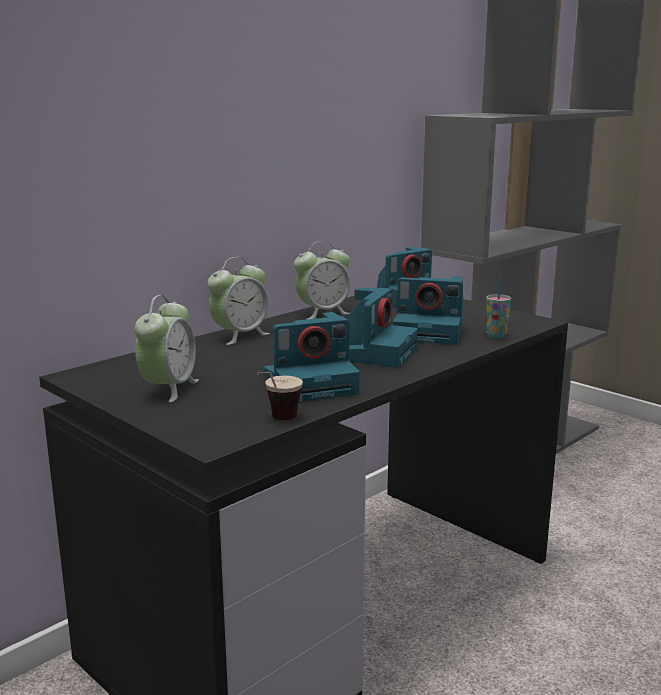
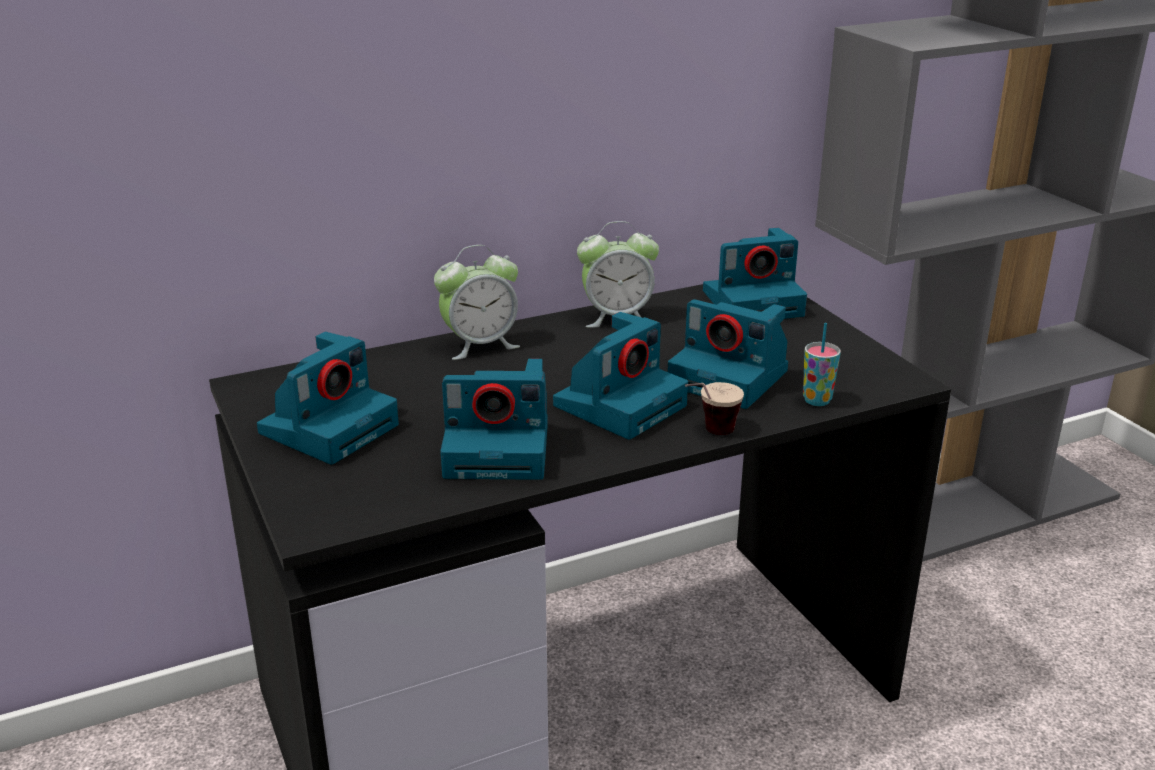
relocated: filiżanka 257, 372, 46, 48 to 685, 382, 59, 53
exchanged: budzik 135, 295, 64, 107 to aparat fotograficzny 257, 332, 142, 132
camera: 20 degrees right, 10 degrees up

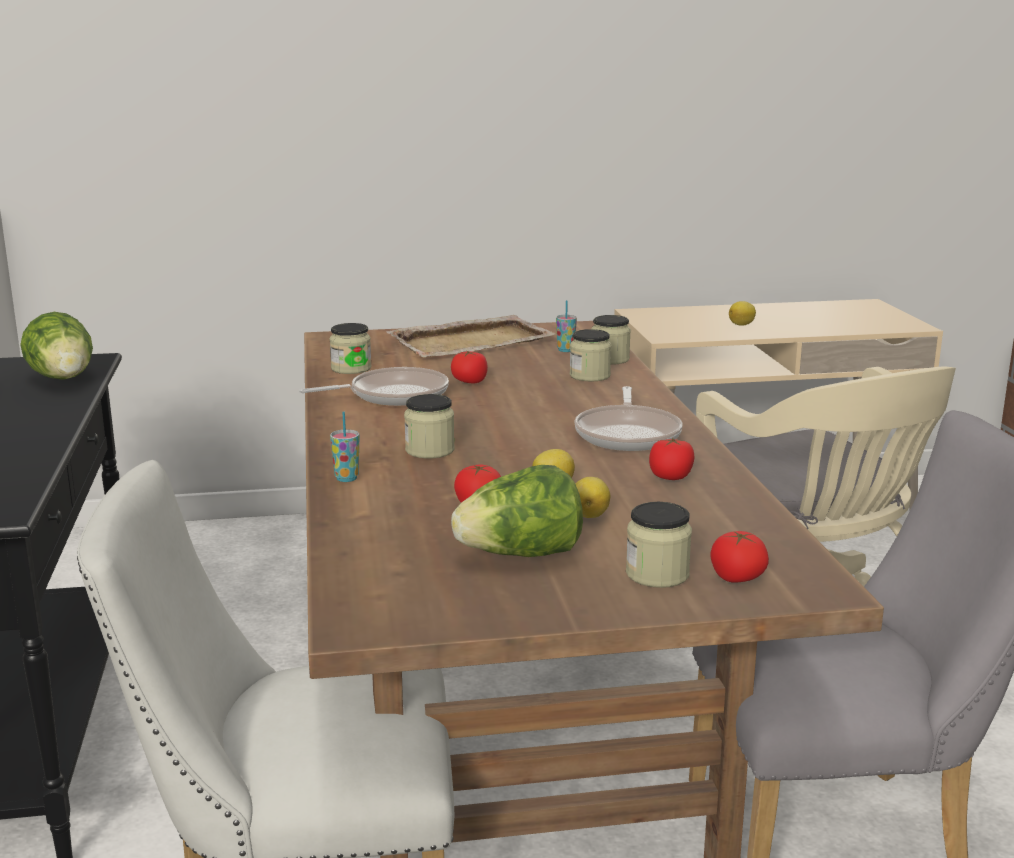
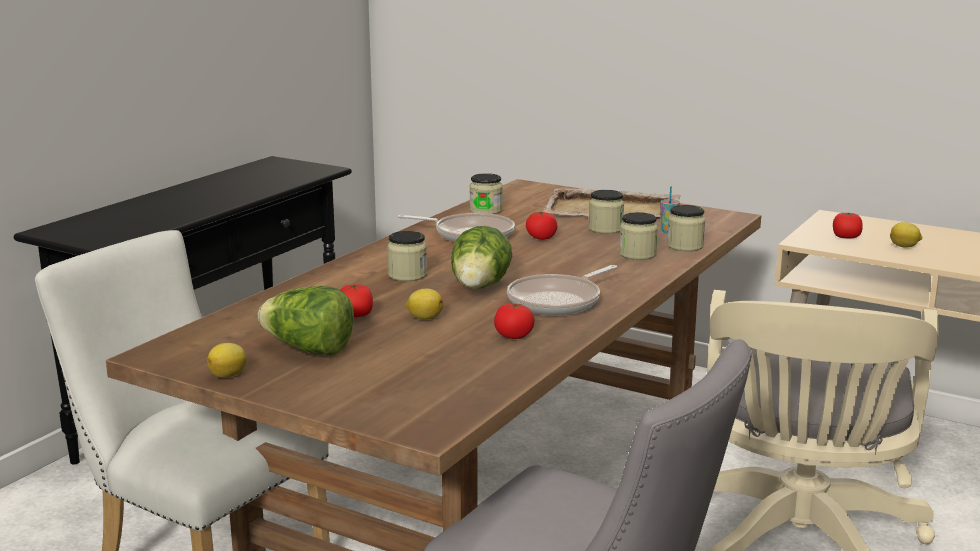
missing: filiżanka 330, 412, 29, 70
relocated: sałata 20, 312, 73, 68 to 451, 226, 61, 63; cytryna 576, 477, 34, 41 to 207, 343, 40, 35; słoik 626, 502, 66, 86 to 588, 190, 36, 44; pomidor 711, 531, 58, 52 to 833, 213, 30, 26
camera: 40 degrees right, 0 degrees up

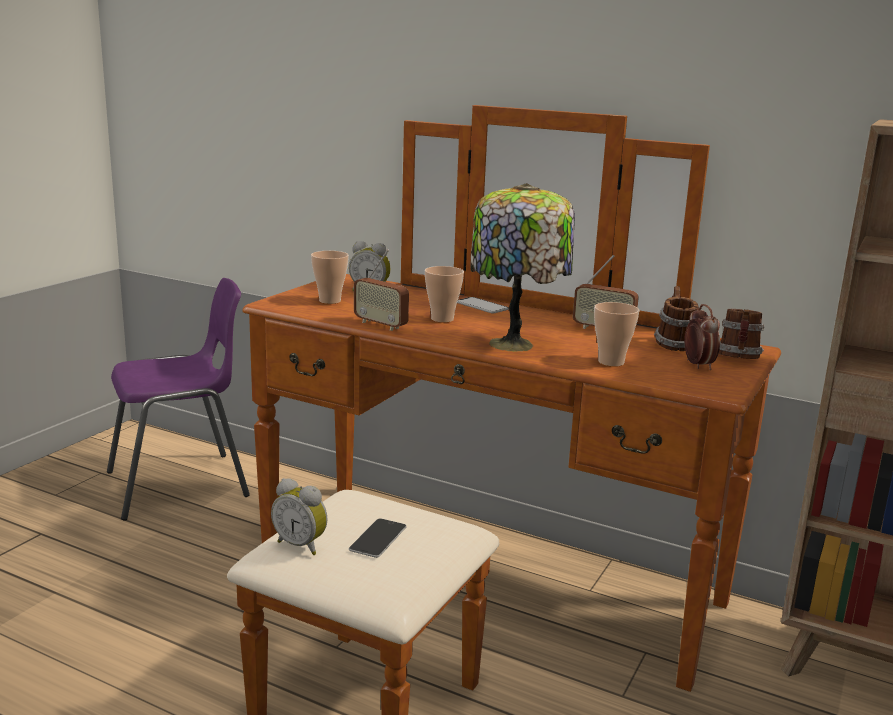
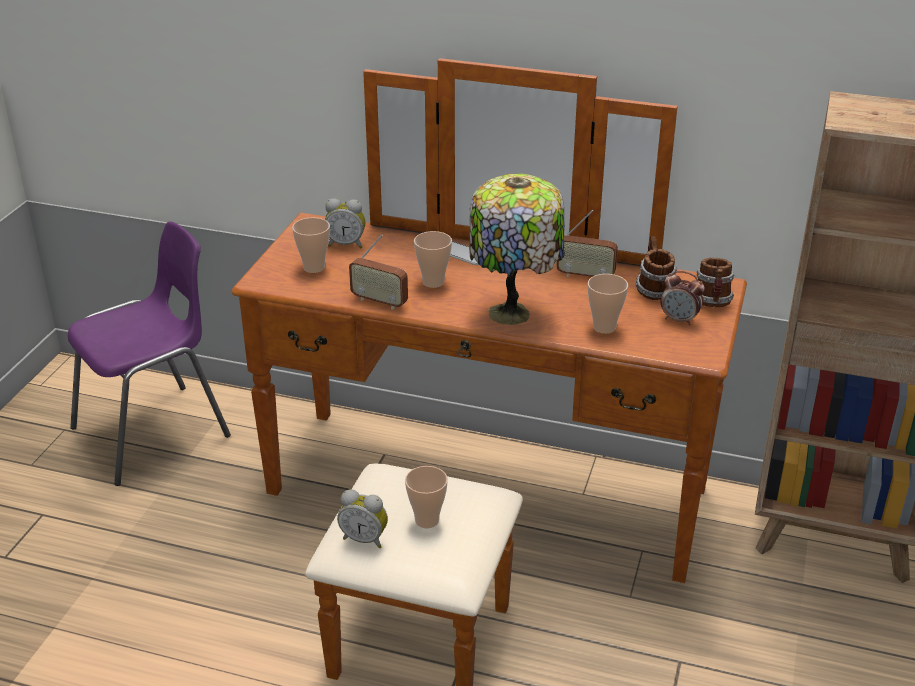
exchanged: telefon 349, 518, 58, 40 to filiżanka 405, 466, 43, 62
spun: budzik 685, 304, 35, 66 = 661, 271, 44, 55 135 degrees clockwise
camera: 10 degrees left, 15 degrees up

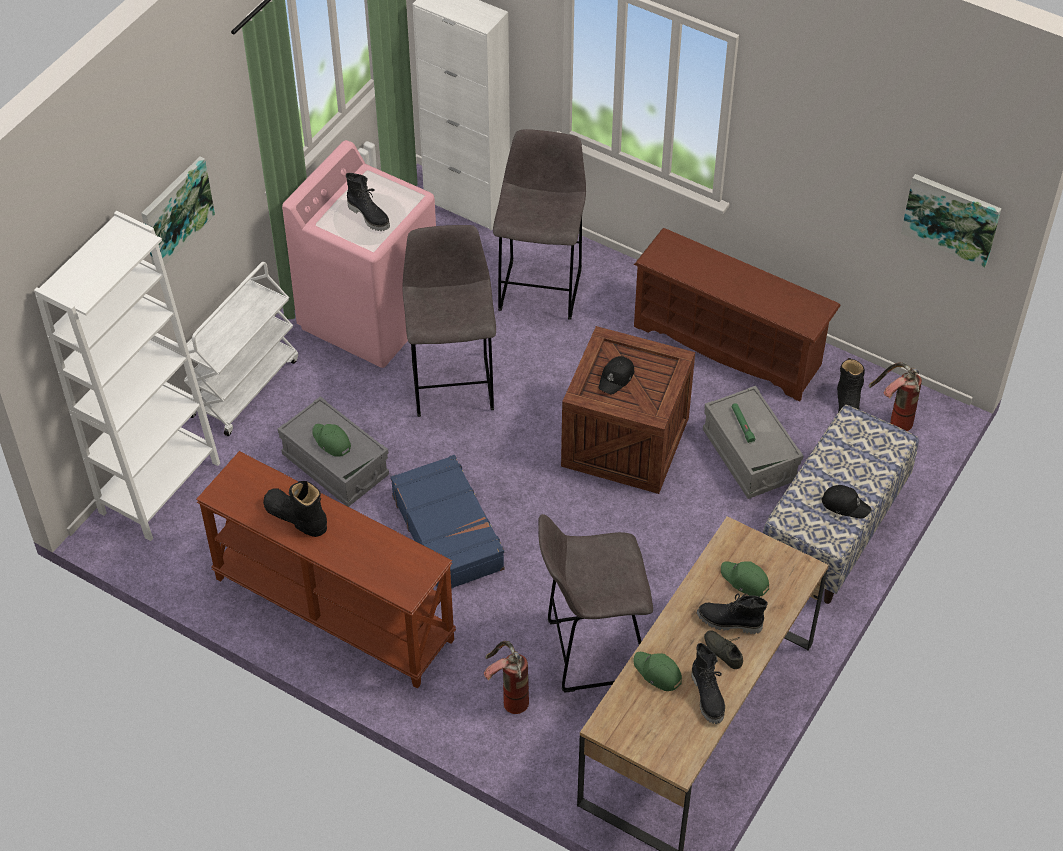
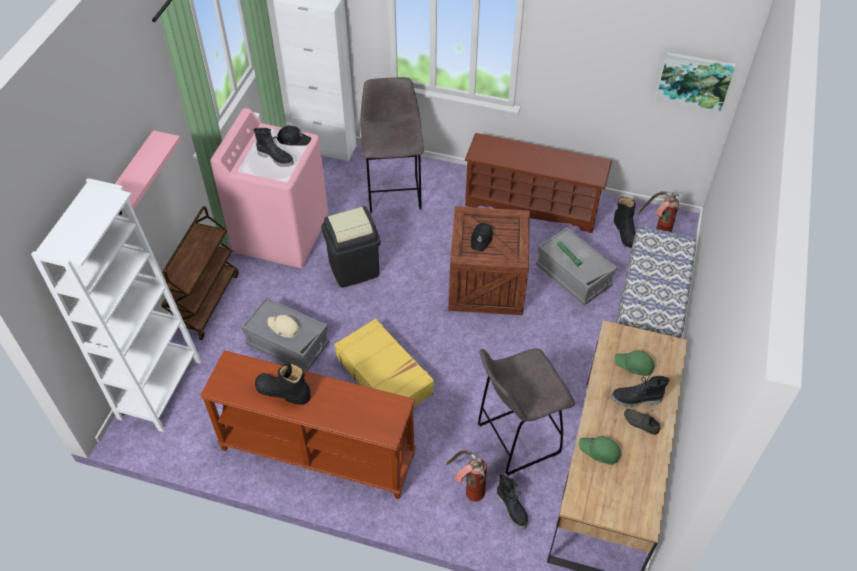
relocated: but z cholewką/czarny 691, 643, 34, 81 to 497, 474, 31, 55; czapka z daszkiem/czarny 821, 485, 51, 34 to 277, 126, 34, 20
exchanged: obraz 141, 157, 74, 109 to półka/różowy 115, 130, 66, 85; stołek/szary 402, 225, 94, 192 to kosz na śmieci/czarny 321, 206, 60, 82
colour: wózek/biały 184, 262, 114, 174 to wózek/brązowy 161, 206, 78, 134; czapka z daszkiem/zielony 312, 424, 39, 33 to czapka z daszkiem/beżowy 267, 315, 33, 23; walizka/niebieski 390, 455, 115, 133 to walizka/żółty 334, 318, 100, 89
camera: 15 degrees left, 0 degrees up

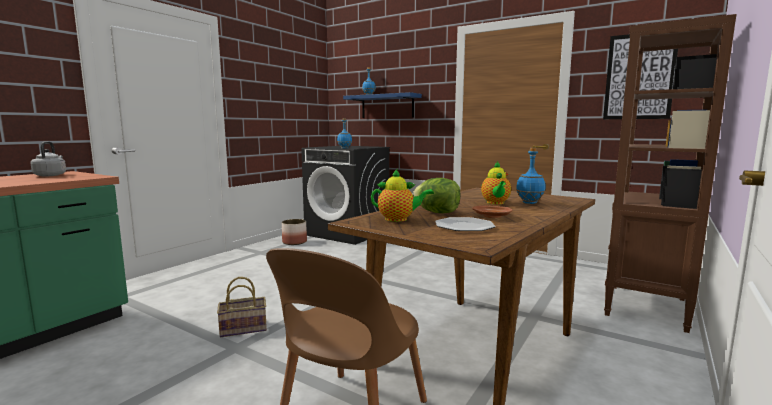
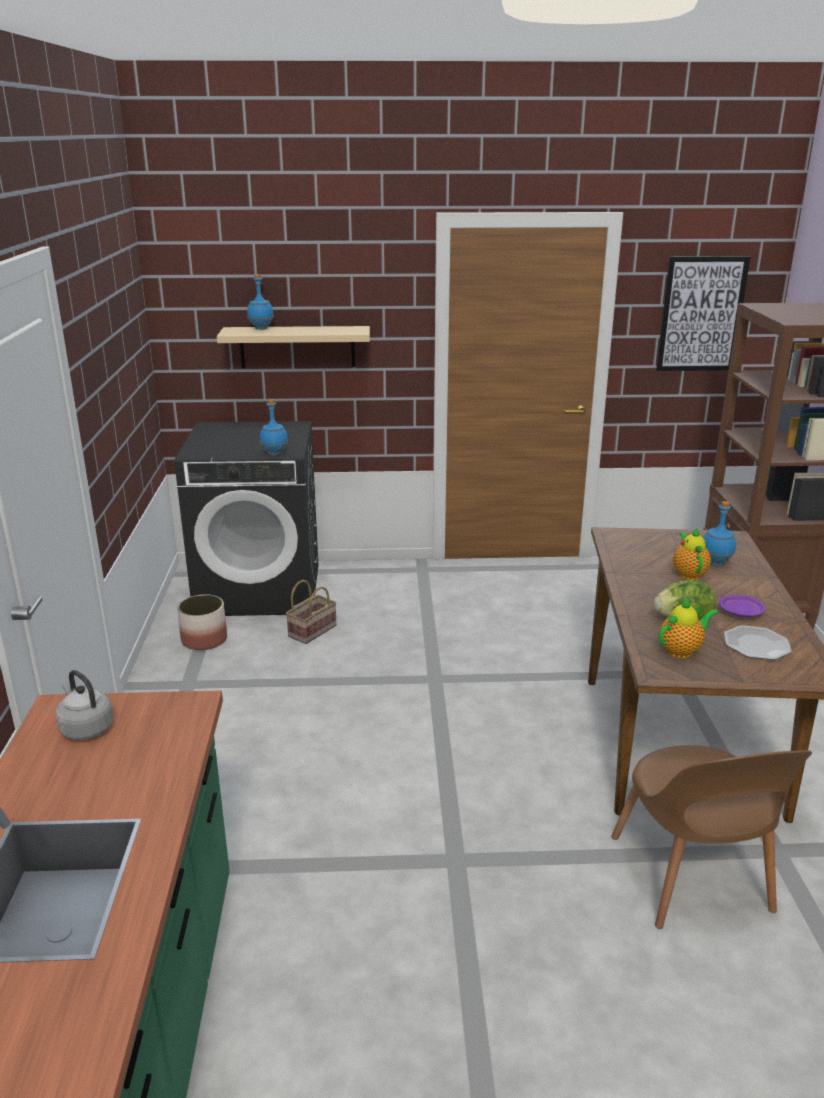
relocated: koszyk 217, 277, 50, 60 to 286, 580, 51, 64
colour: półka/niebieski 343, 92, 79, 26 to półka/beżowy 217, 326, 153, 42; talerz/brązowy 472, 205, 41, 13 to talerz/fioletowy 719, 595, 47, 22
spun: imbryk 481, 161, 30, 43 = 673, 527, 38, 53 150 degrees counterclockwise
camera: 35 degrees left, 15 degrees up

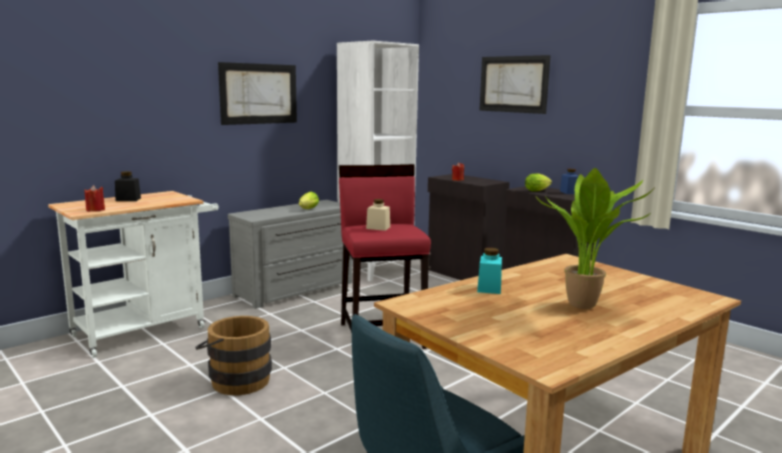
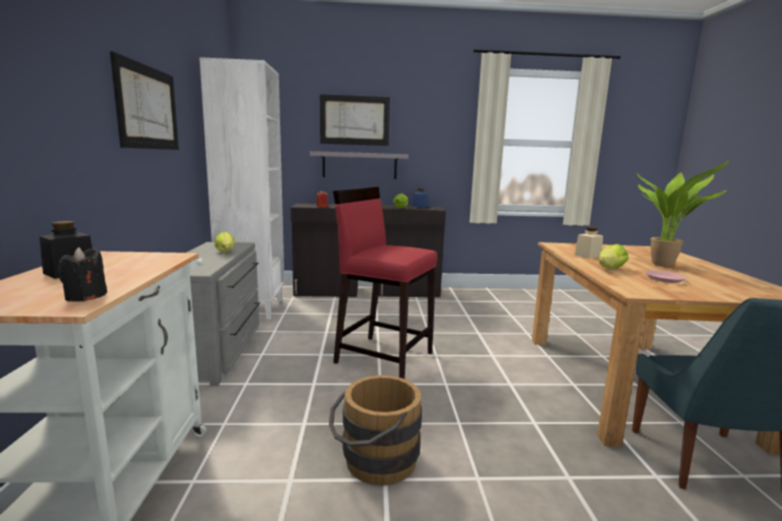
appeared: półka/szary 310, 151, 99, 28; talerz/różowy 645, 270, 42, 13
relocated: słoik/beżowy 366, 199, 24, 32 to 575, 227, 28, 32
exchanged: słoik/turkusowy 477, 248, 25, 46 to sałata 598, 244, 30, 25
colour: świeca/czerwony 84, 185, 21, 27 to świeca/czarny 57, 247, 50, 55
camera: 50 degrees left, 0 degrees up

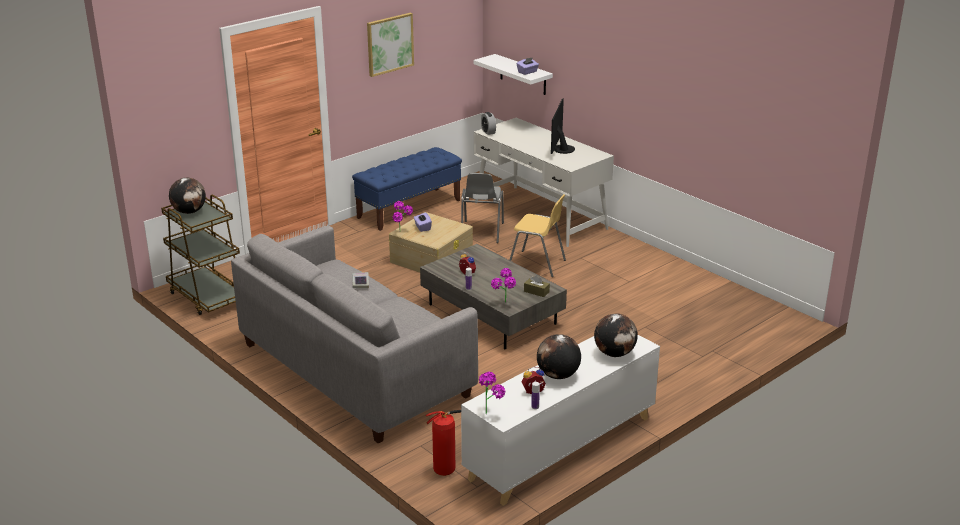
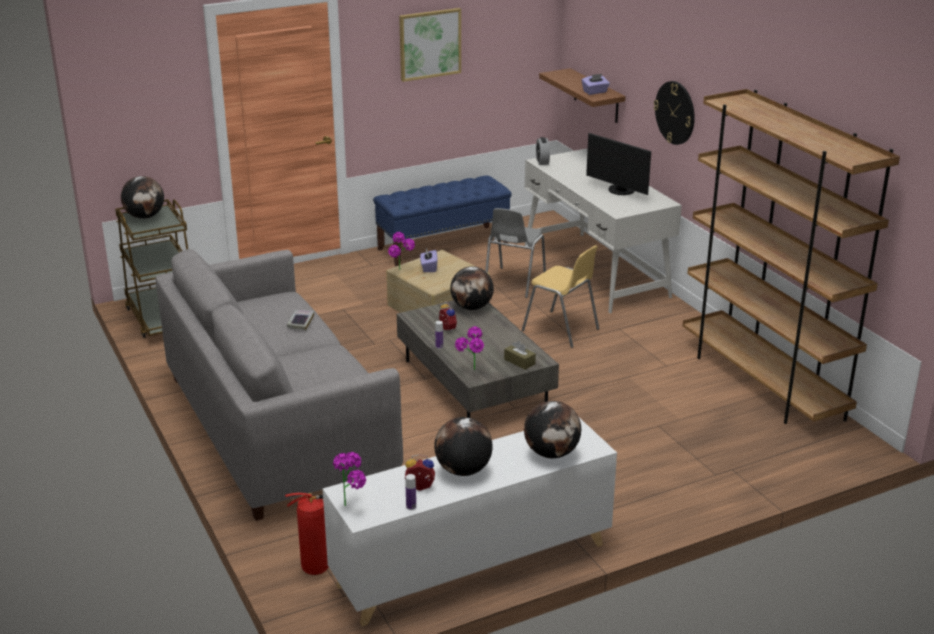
appeared: globus 450, 266, 44, 44; zegar ścienny 653, 81, 42, 64; regał/brązowy 683, 89, 217, 335
colour: półka/biały 473, 54, 80, 41 to półka/brązowy 539, 68, 87, 55
spun: monitor 551, 98, 24, 56 = 586, 133, 65, 62 75 degrees counterclockwise
camera: 15 degrees right, 0 degrees up

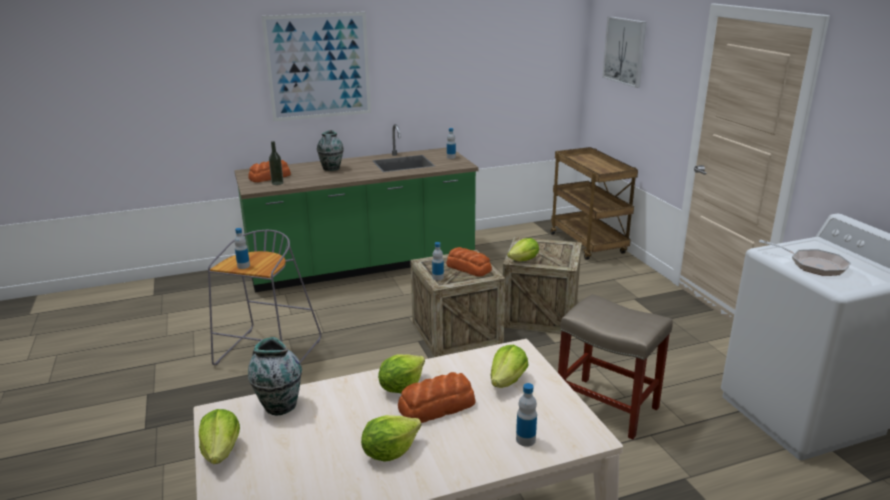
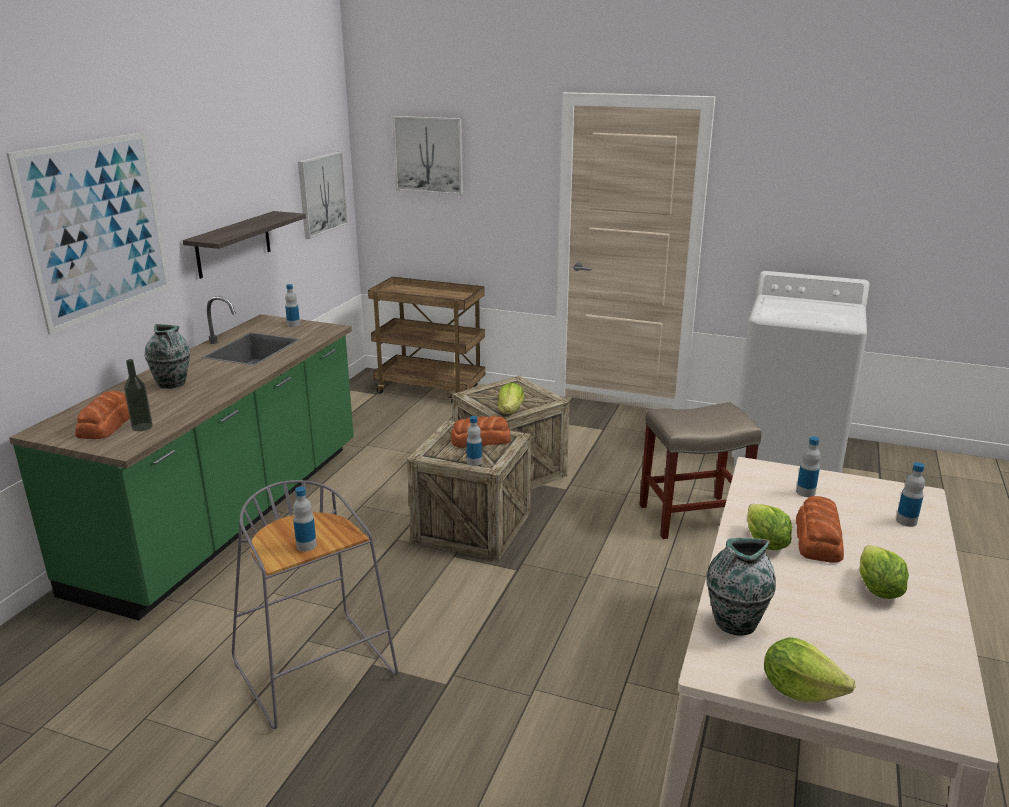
missing: patelnia 759, 240, 92, 36
appeared: półka 183, 211, 123, 68; obraz 298, 152, 50, 87
exchanged: sałata 491, 345, 38, 43 to butelka 796, 436, 25, 61
camera: 50 degrees left, 0 degrees up

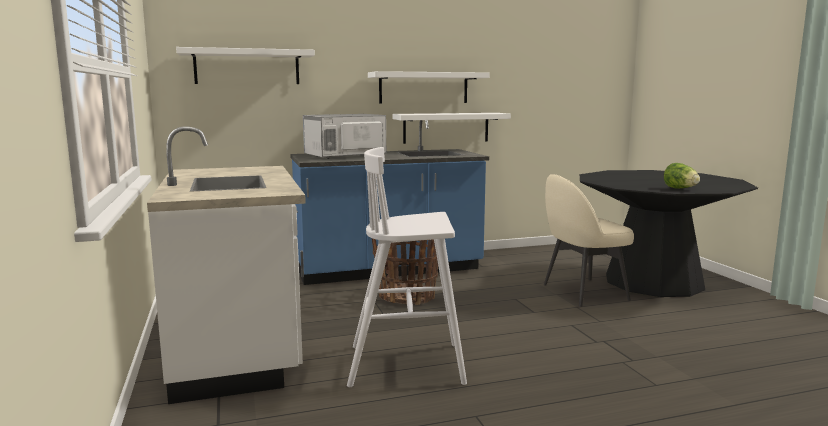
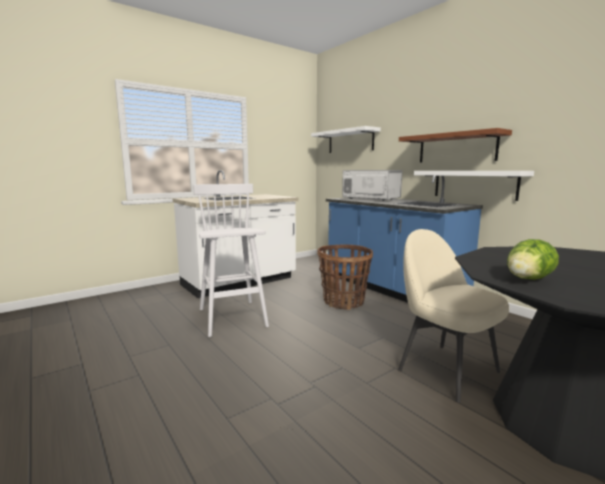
colour: półka/biały 368, 71, 121, 33 to półka/brązowy 399, 128, 113, 35
camera: 70 degrees right, 0 degrees up

